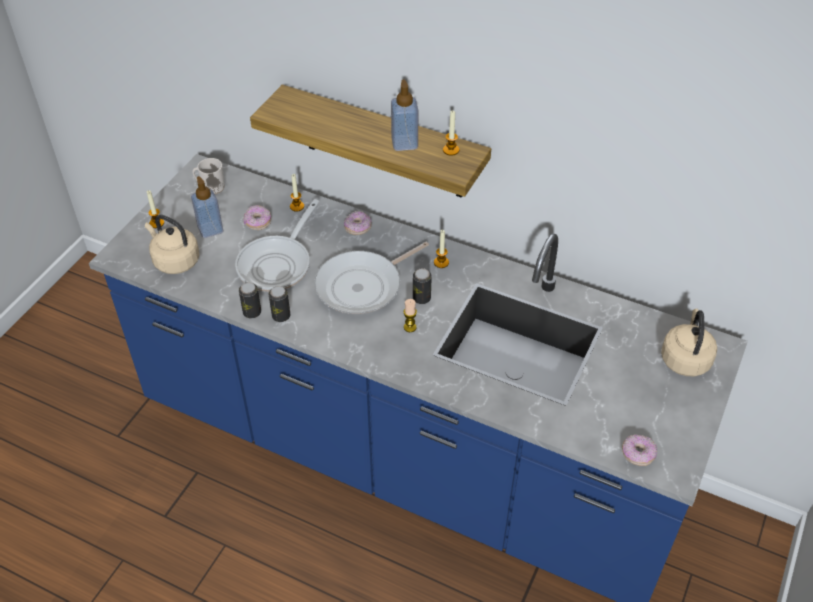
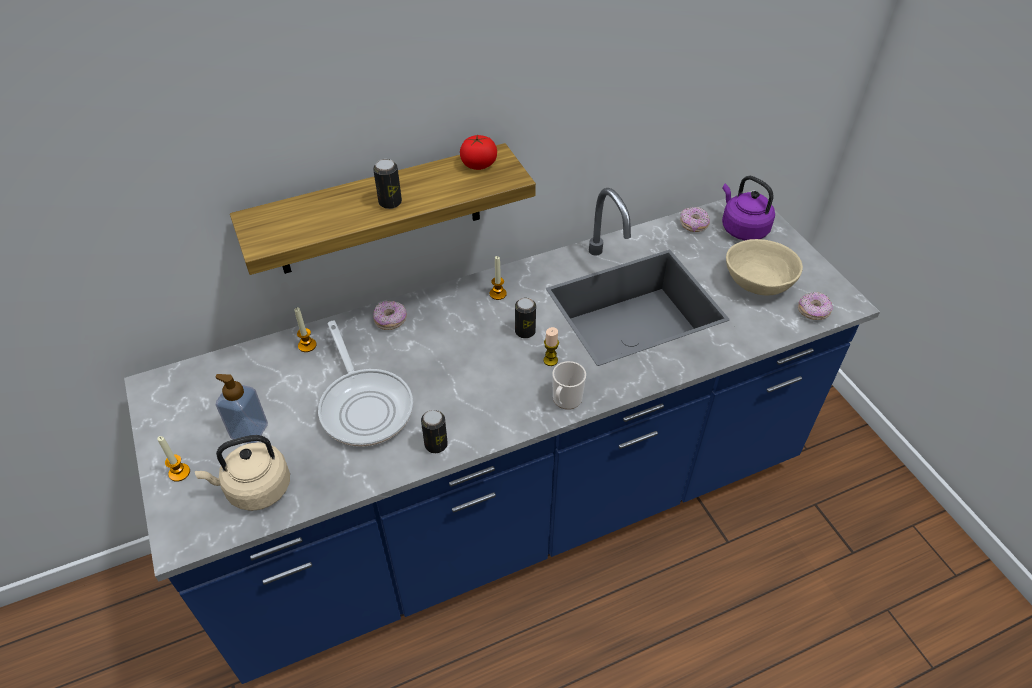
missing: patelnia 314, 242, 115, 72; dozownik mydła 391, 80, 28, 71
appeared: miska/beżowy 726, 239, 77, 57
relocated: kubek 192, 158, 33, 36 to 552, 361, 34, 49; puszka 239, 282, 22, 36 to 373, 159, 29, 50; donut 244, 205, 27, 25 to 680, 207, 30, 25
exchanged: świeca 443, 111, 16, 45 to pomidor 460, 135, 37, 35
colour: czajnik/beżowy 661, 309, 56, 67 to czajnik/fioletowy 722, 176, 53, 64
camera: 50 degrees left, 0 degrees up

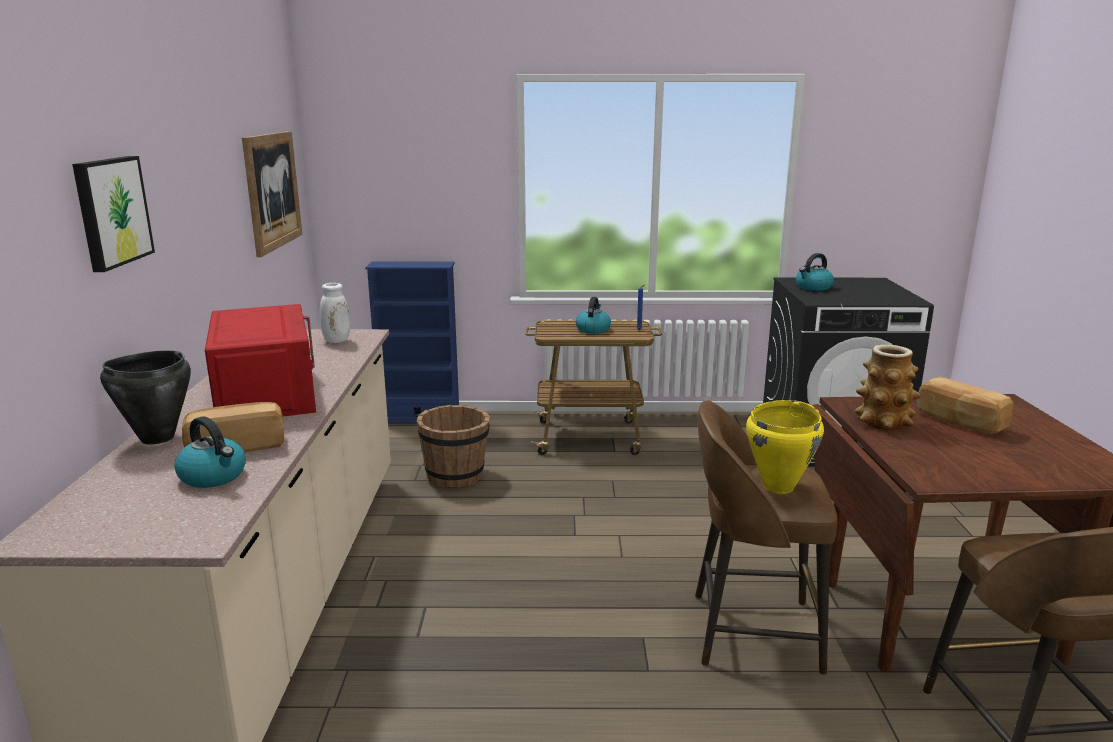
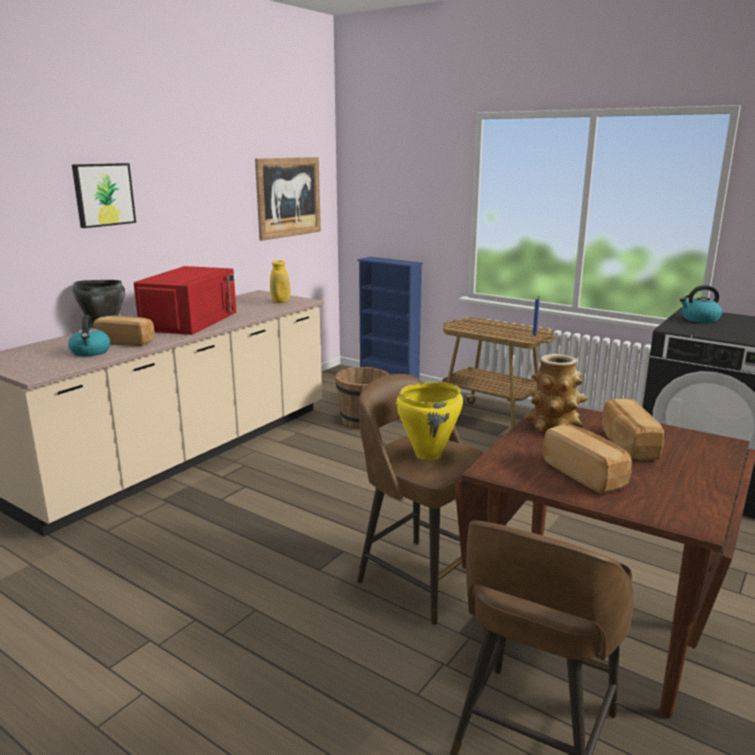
missing: czajnik 576, 297, 35, 37
appeared: chleb 543, 425, 89, 69
colour: wazon/biały 320, 283, 30, 60 to wazon/żółty 270, 260, 20, 43
camera: 35 degrees right, 0 degrees up

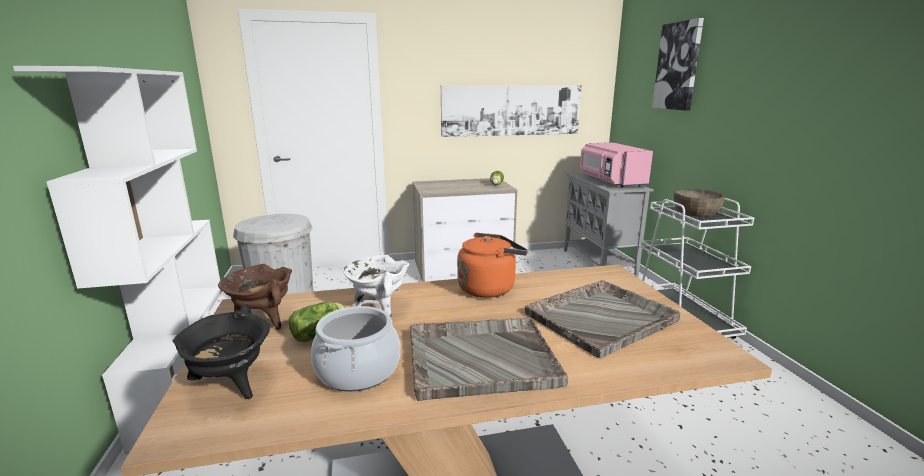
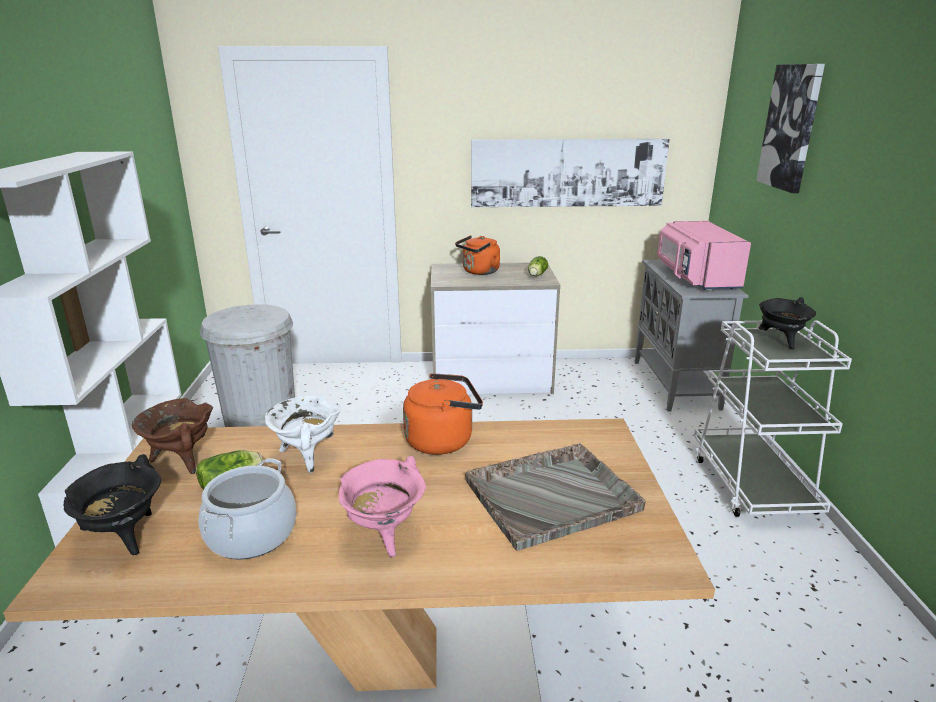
appeared: czajnik/pomarańczowy 455, 235, 45, 40
exchanged: taca/szary 410, 318, 158, 83 to garnek/różowy 338, 456, 88, 101; miska/brązowy 674, 189, 51, 28 to garnek/czarny 759, 297, 57, 52
camera: 10 degrees right, 5 degrees up

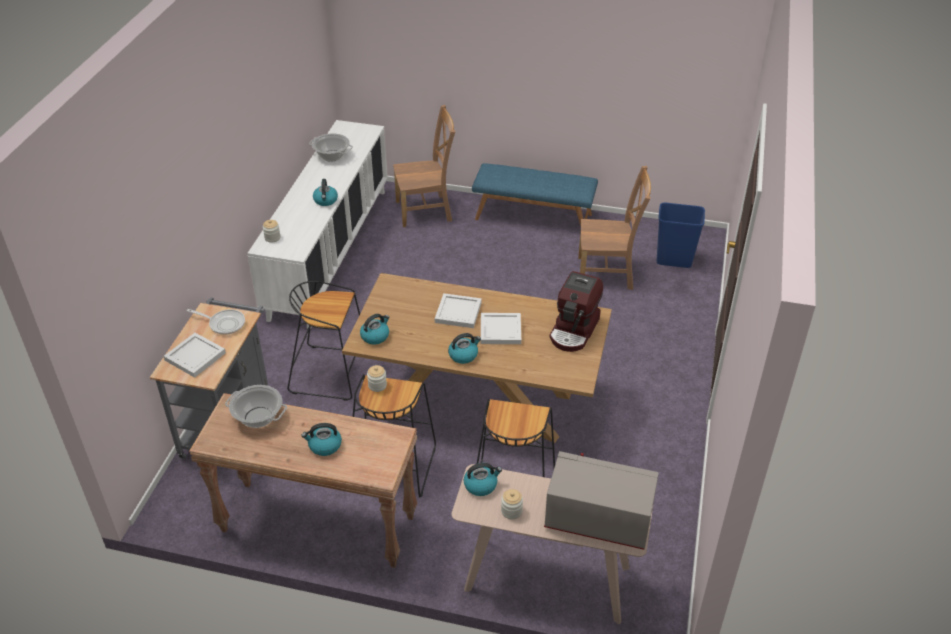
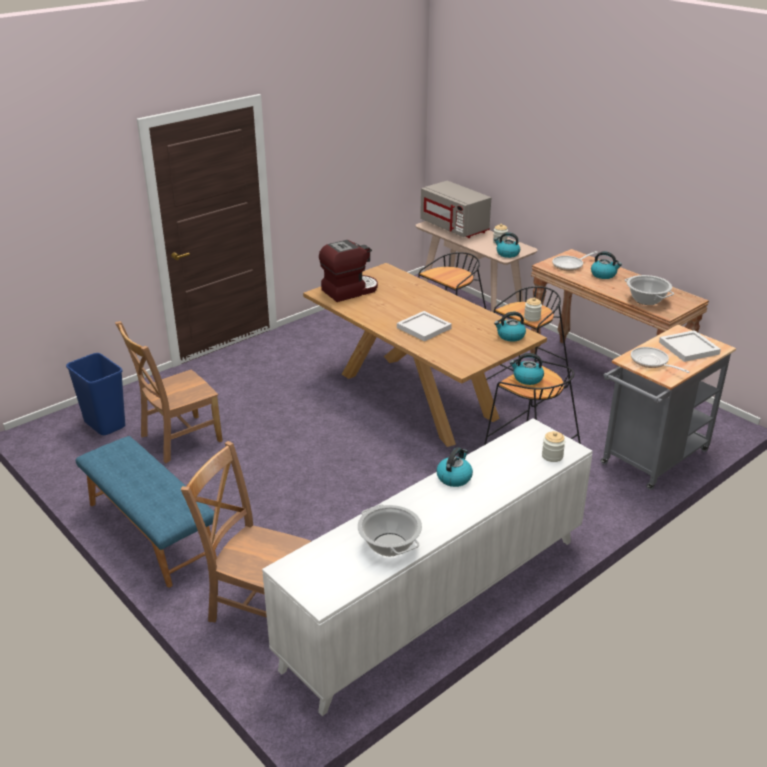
missing: taca/biały 481, 313, 40, 31
appeared: patelnia 552, 251, 46, 20
relocated: czajnik 448, 333, 33, 31 to 510, 353, 34, 32
spun: krzesło/brązowy 578, 166, 73, 124 = 115, 321, 108, 142 75 degrees counterclockwise
camera: 145 degrees left, 10 degrees down

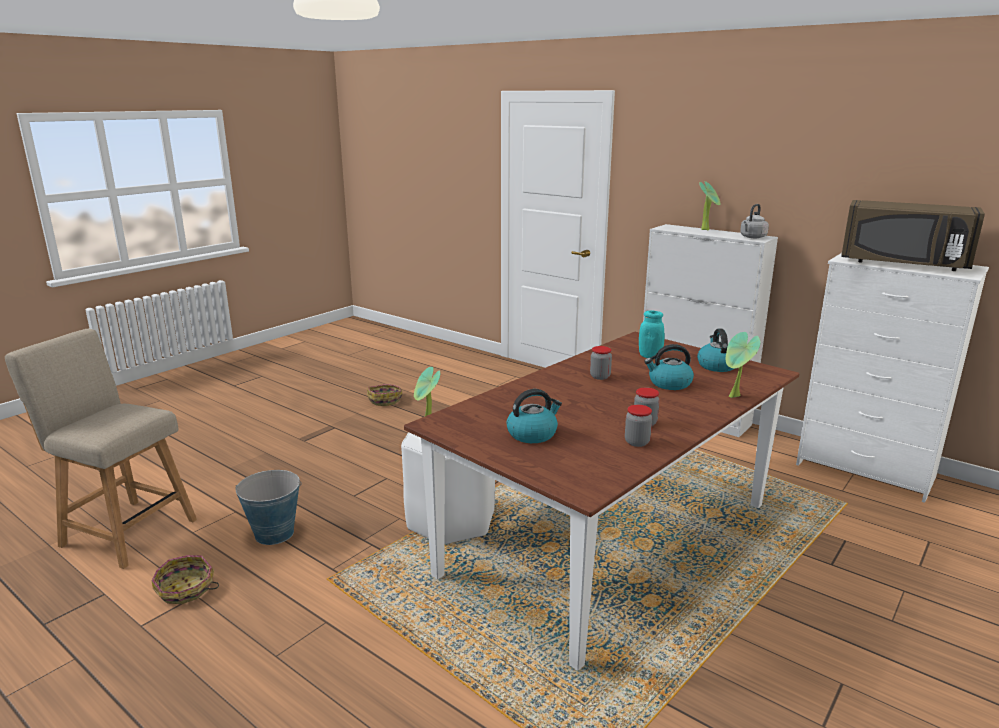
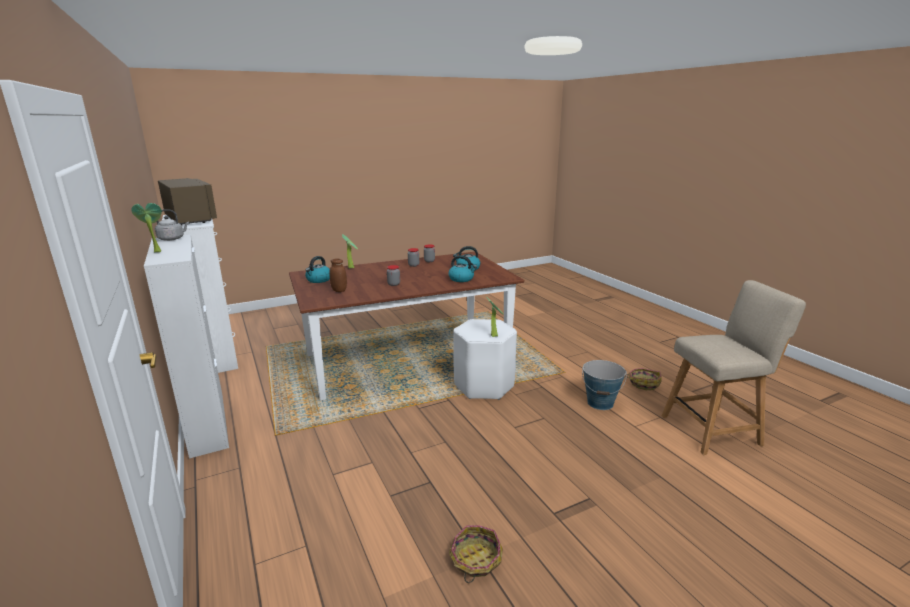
relocated: czajnik 644, 344, 50, 46 to 449, 255, 28, 27
colour: słoik/turkusowy 639, 311, 25, 47 to słoik/brązowy 329, 259, 18, 33
spun: krzesło/beżowy 5, 329, 192, 240 = 662, 280, 144, 175 60 degrees counterclockwise
camera: 155 degrees left, 0 degrees up

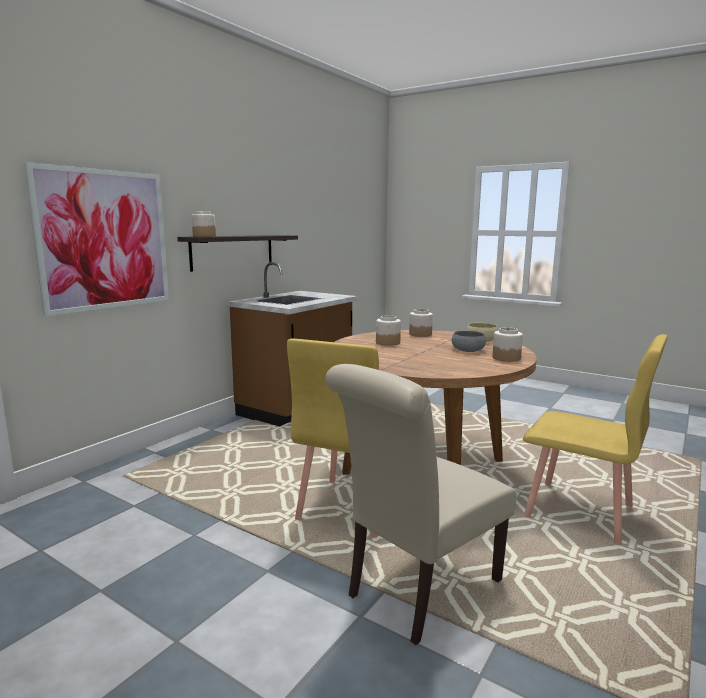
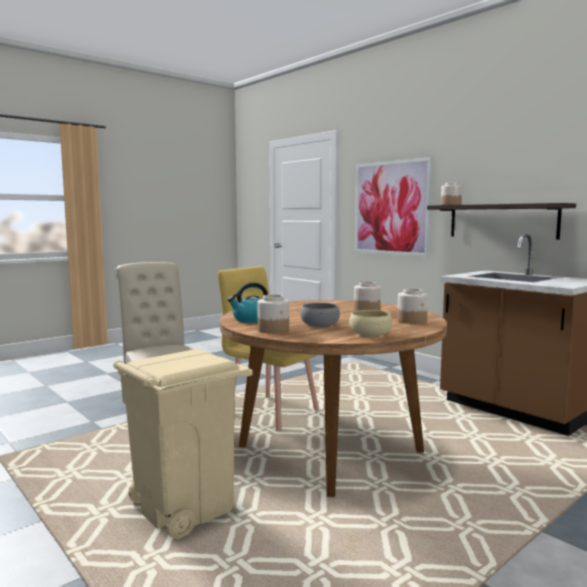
appeared: czajnik 228, 282, 40, 41
exchanged: krzesło/żółty 523, 334, 145, 211 to kosz na śmieci/beżowy 113, 349, 139, 190
camera: 105 degrees right, 5 degrees down

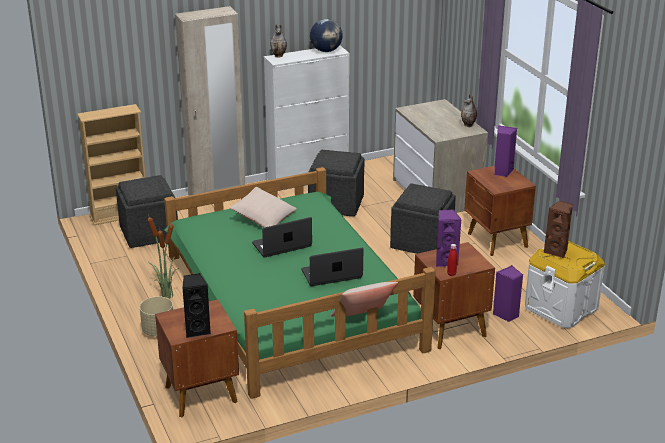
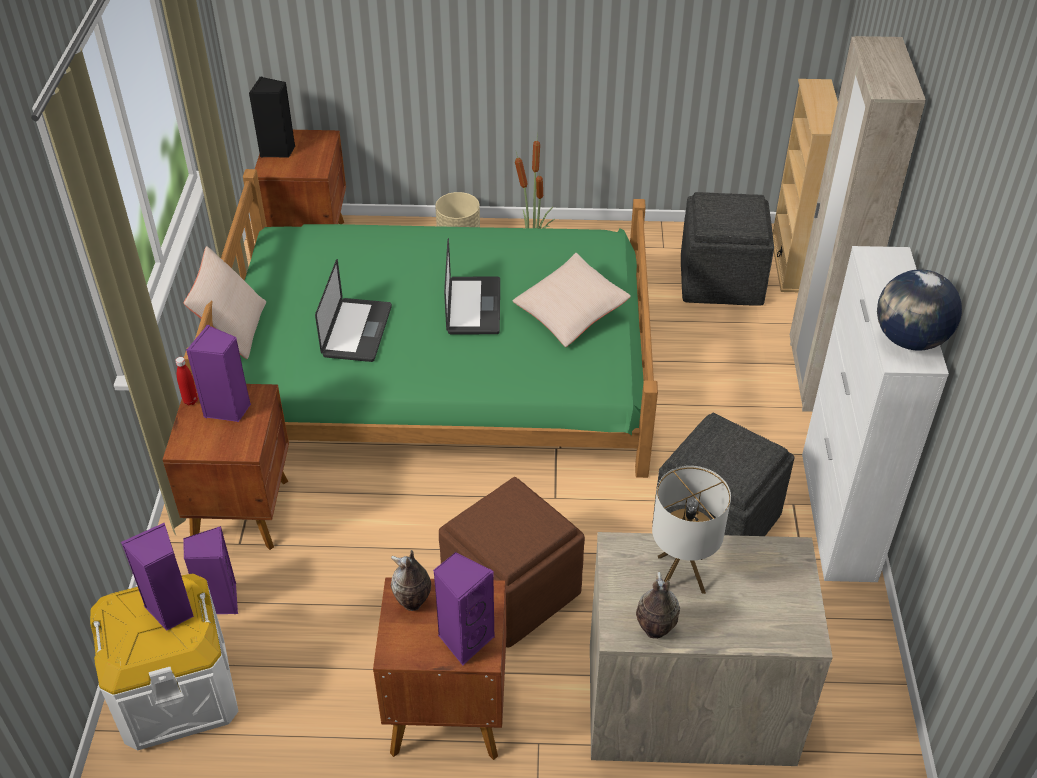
appeared: lampa stołowa 652, 466, 79, 128
relocated: wazon 270, 25, 17, 33 to 391, 550, 40, 61
colour: pufa/szary 390, 183, 66, 71 to pufa/brązowy 439, 477, 146, 170; głośnik/brązowy 544, 201, 29, 57 to głośnik/fioletowy 120, 523, 74, 108
camera: 115 degrees right, 15 degrees up

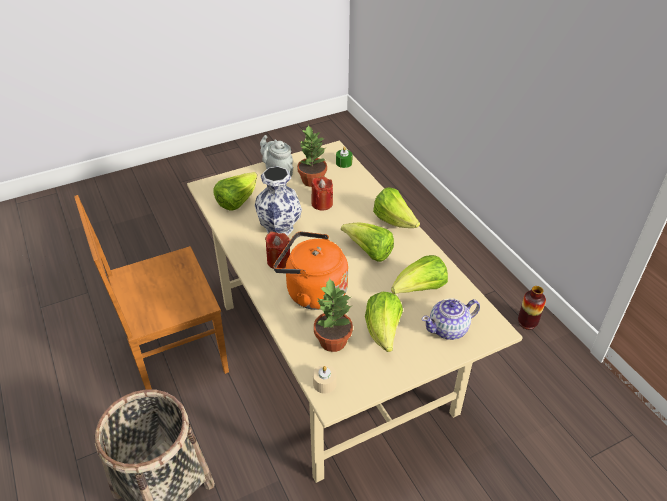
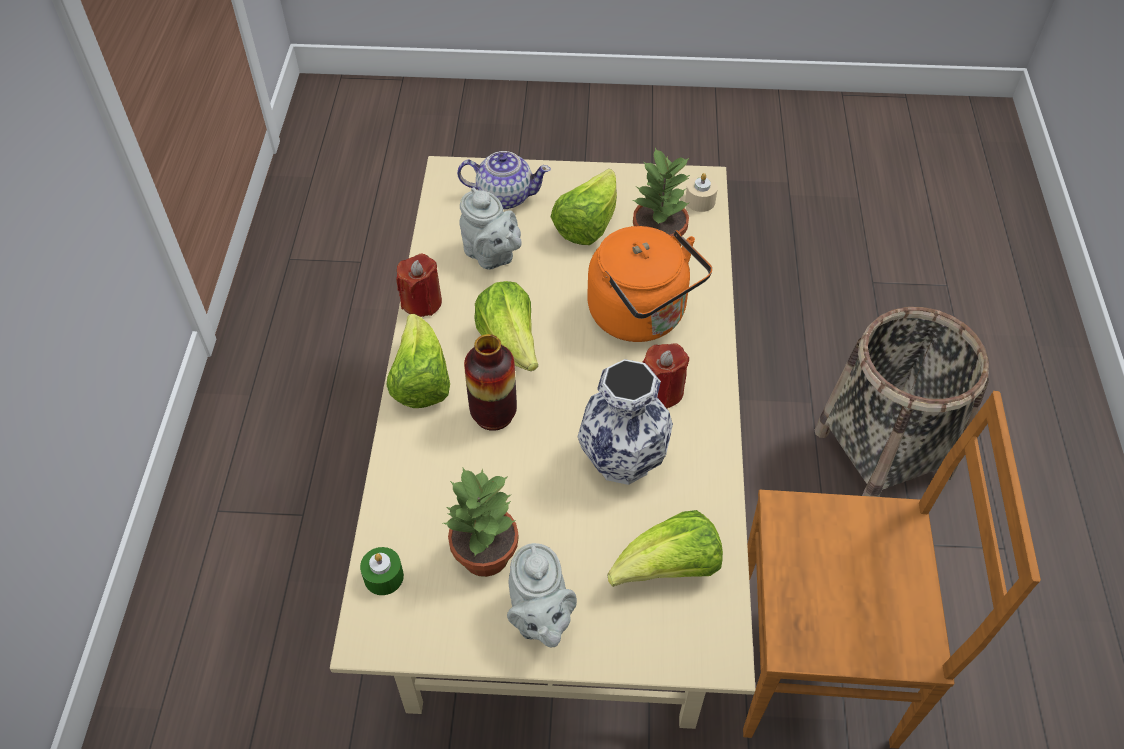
relocated: świeca/czerwony 311, 177, 22, 34 to 396, 253, 46, 64; wazon 518, 286, 28, 44 to 464, 334, 53, 97
exchanged: sałata 391, 255, 57, 39 to imbryk/szary 459, 187, 63, 83
camera: 150 degrees left, 10 degrees up

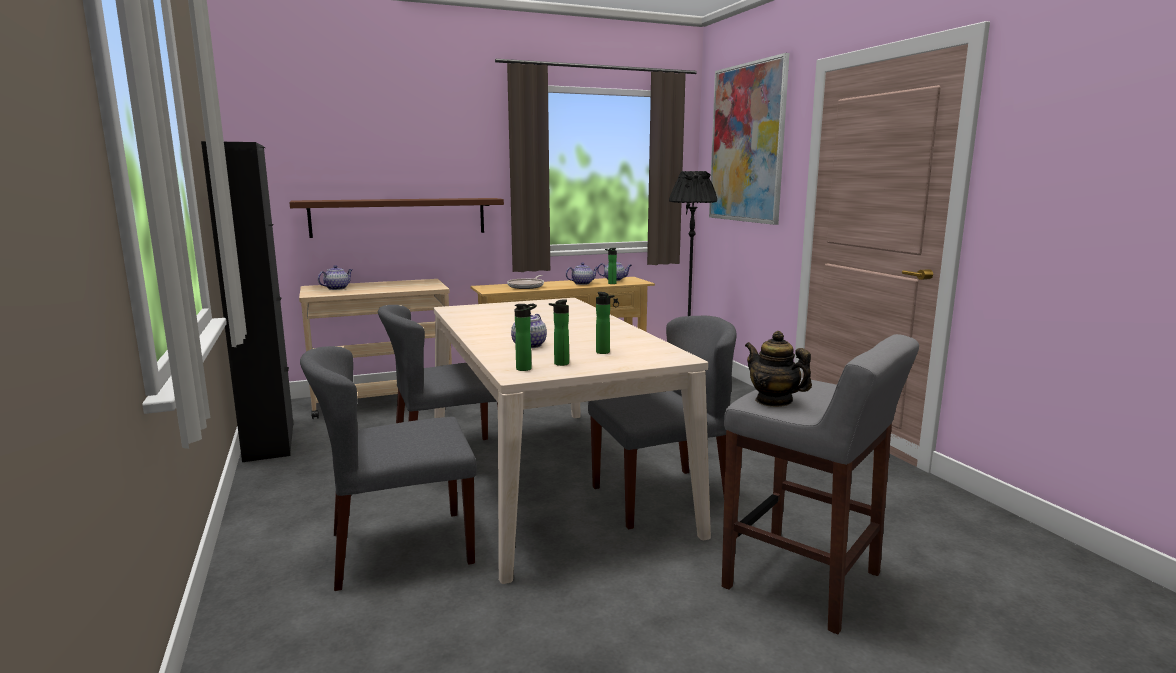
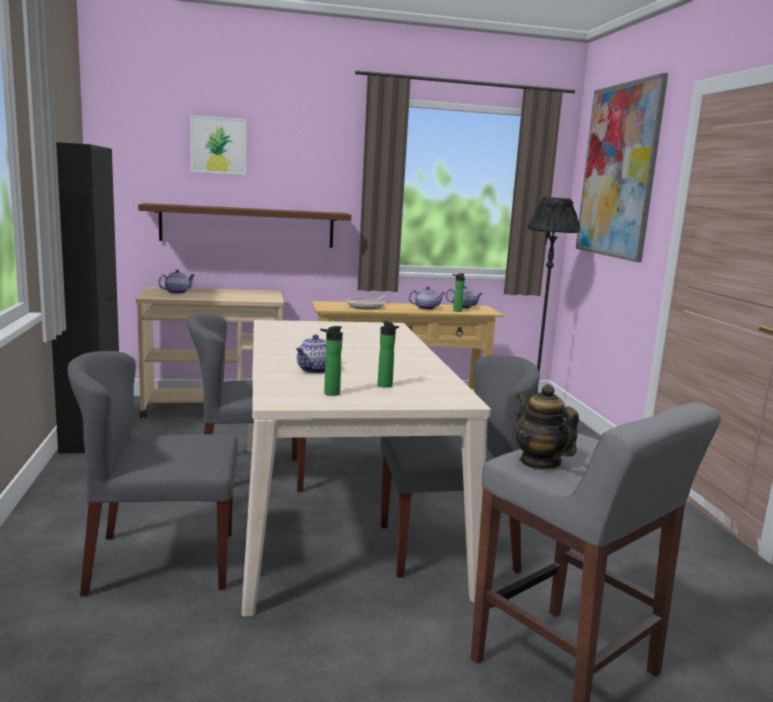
missing: butelka 515, 303, 22, 68
appeared: obraz 190, 115, 57, 60
camera: 10 degrees right, 0 degrees up

